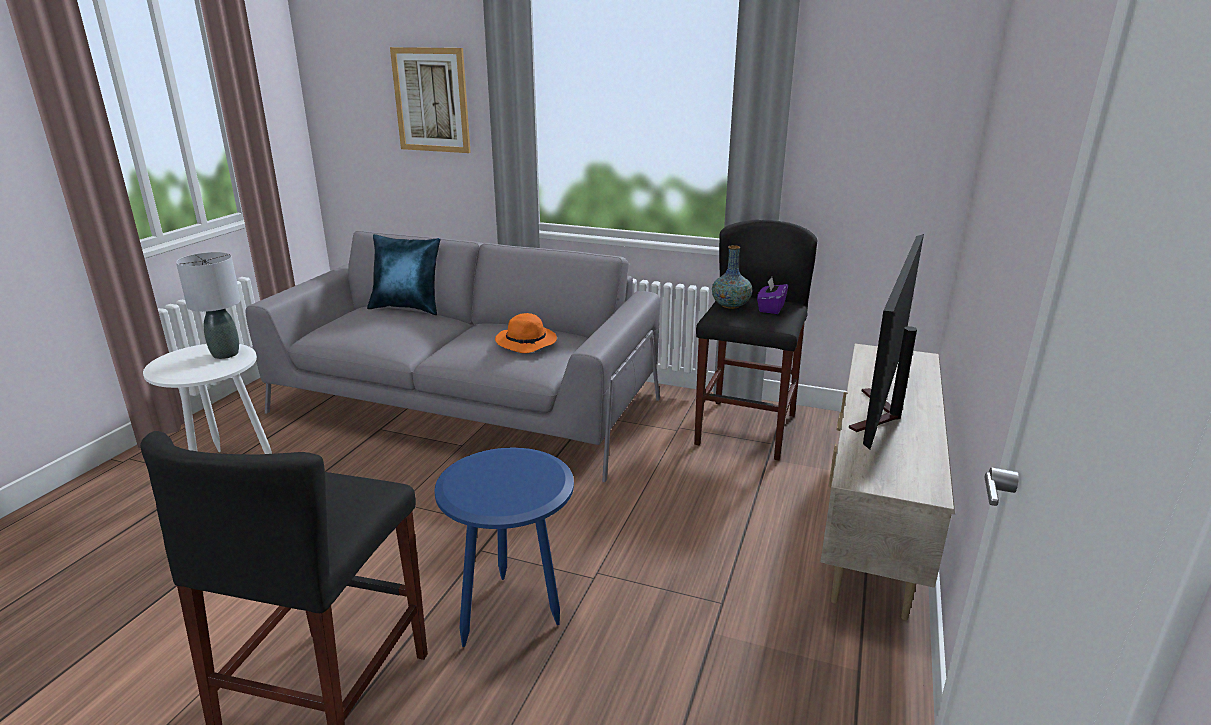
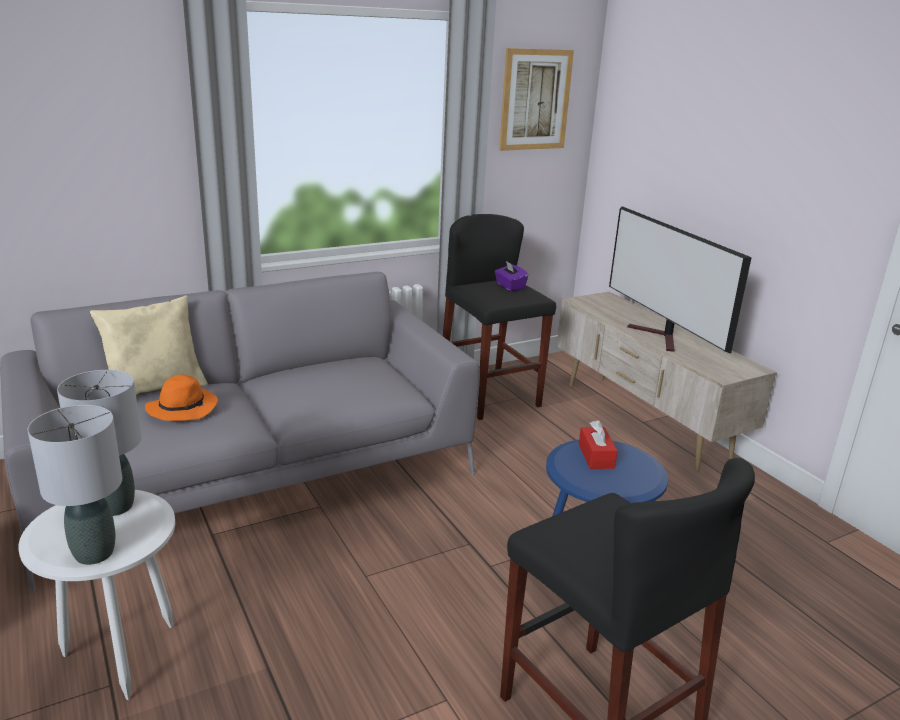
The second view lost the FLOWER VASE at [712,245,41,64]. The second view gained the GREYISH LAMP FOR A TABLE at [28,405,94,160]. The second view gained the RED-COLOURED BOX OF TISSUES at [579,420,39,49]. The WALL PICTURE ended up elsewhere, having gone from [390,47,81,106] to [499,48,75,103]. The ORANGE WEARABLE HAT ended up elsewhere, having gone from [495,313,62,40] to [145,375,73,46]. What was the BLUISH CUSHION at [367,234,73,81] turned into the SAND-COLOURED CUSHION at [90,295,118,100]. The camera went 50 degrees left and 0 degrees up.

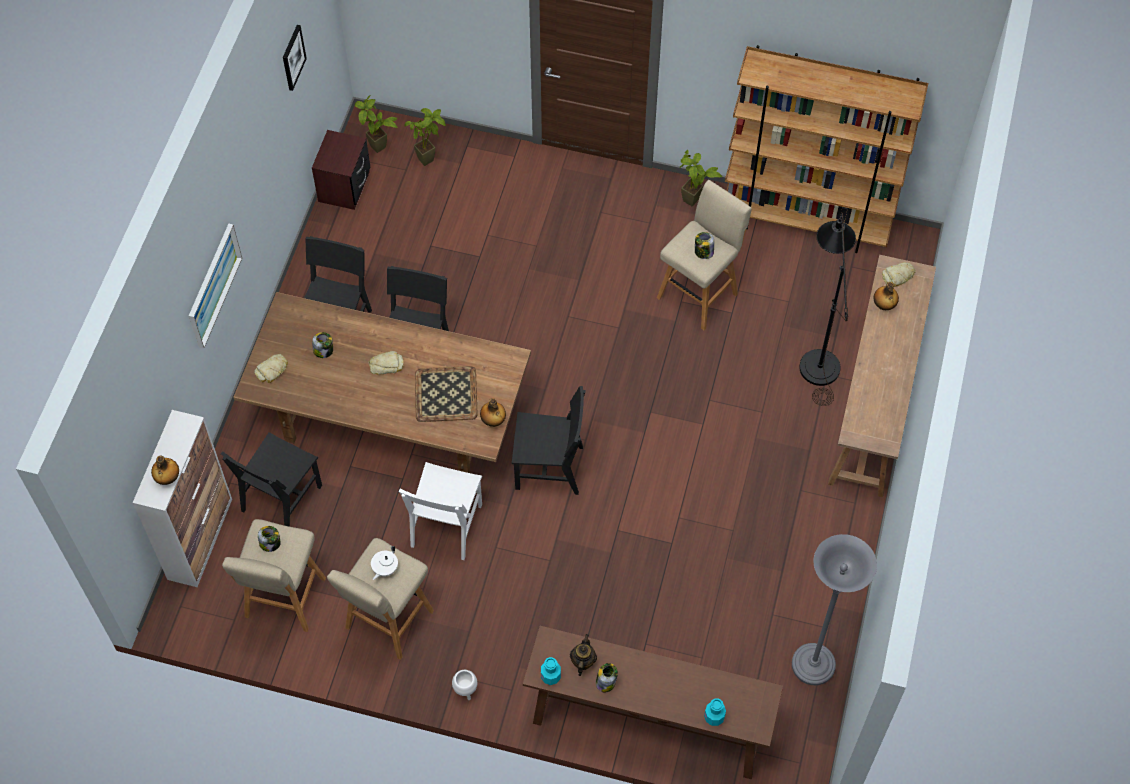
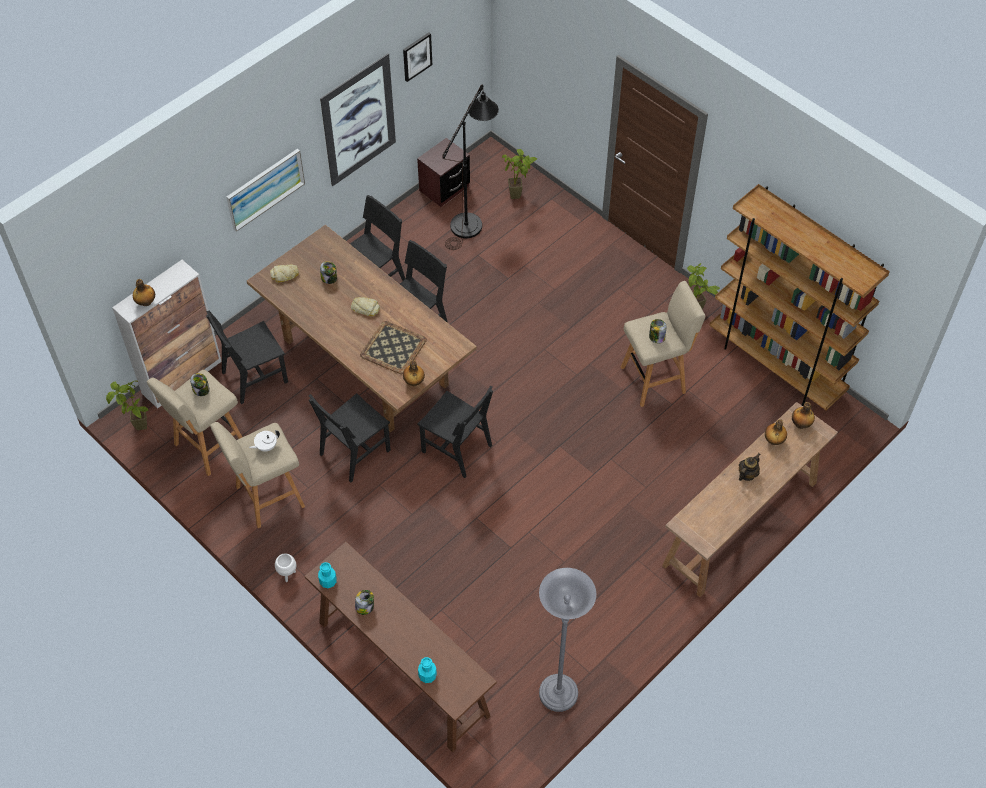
The second view gained the WALL PICTURE at [320,53,76,133]. The HOUSEPLANT ended up elsewhere, having gone from [355,96,43,57] to [106,381,42,49]. The TEA POT ended up elsewhere, having gone from [570,634,27,42] to [739,453,21,28]. The BLACK STANDING LAMP ended up elsewhere, having gone from [799,212,57,194] to [442,84,57,166]. Where the BAKED BREAD stood at [882,262,34,25], the BOTTLE came to stand at [792,402,23,27]. What was the WHITE-COLOURED UPRIGHT CHAIR at [399,462,83,98] turned into the BLACK UPRIGHT CHAIR at [309,393,82,90]. The camera went 30 degrees right and 5 degrees down.

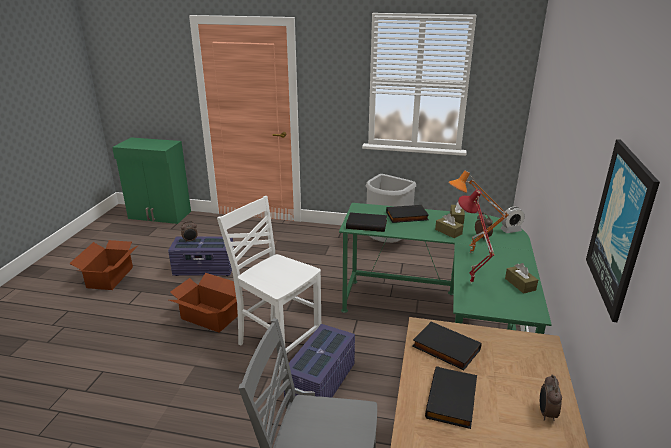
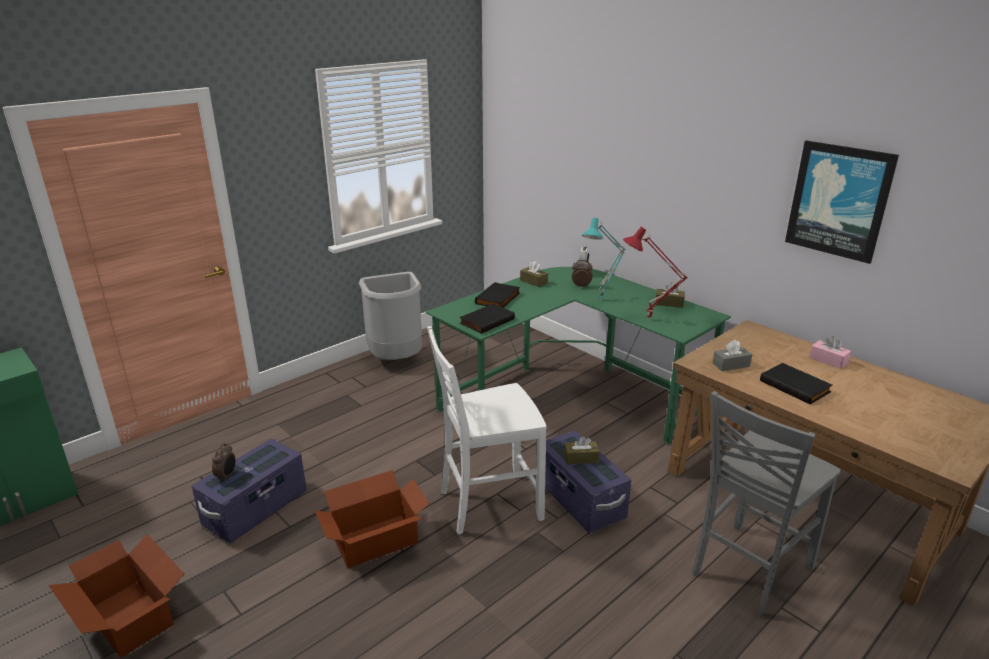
The BROWNISH BOX OF TISSUES ended up elsewhere, having gone from [435,213,28,25] to [564,436,36,28]. Where the BLACK BOOK stood at [412,322,69,48], the GREYISH BOX OF TISSUES came to stand at [713,340,39,31]. Where the BEDSIDE CLOCK stood at [540,375,22,46], the PINKISH BOX OF TISSUES came to stand at [809,336,42,33]. What was the ORANGE LAMP FOR A TABLE at [448,170,61,83] turned into the BLUE-GREEN LAMP FOR A TABLE at [582,218,44,83]. The camera went 55 degrees left and 0 degrees up.

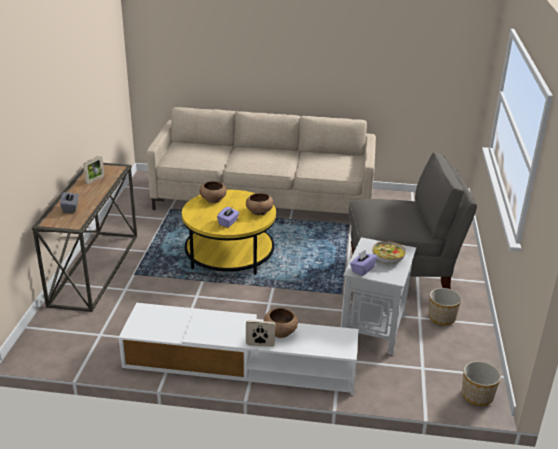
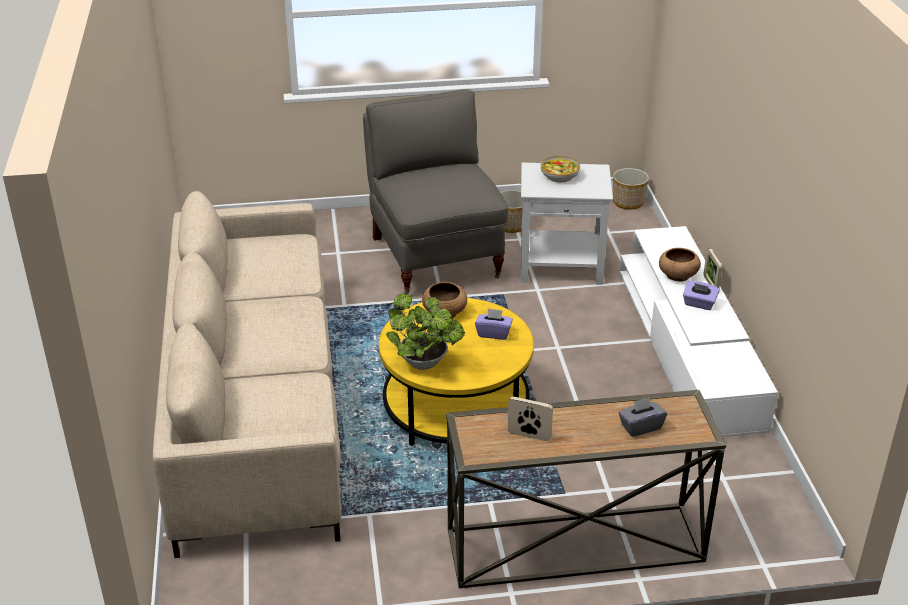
The PURPLE BOX OF TISSUES ended up elsewhere, having gone from [350,249,27,27] to [683,281,37,29]. Where the BROWNISH BOWL stood at [200,181,27,22], the HOUSEPLANT came to stand at [386,293,79,77]. The camera went 105 degrees left and 5 degrees up.

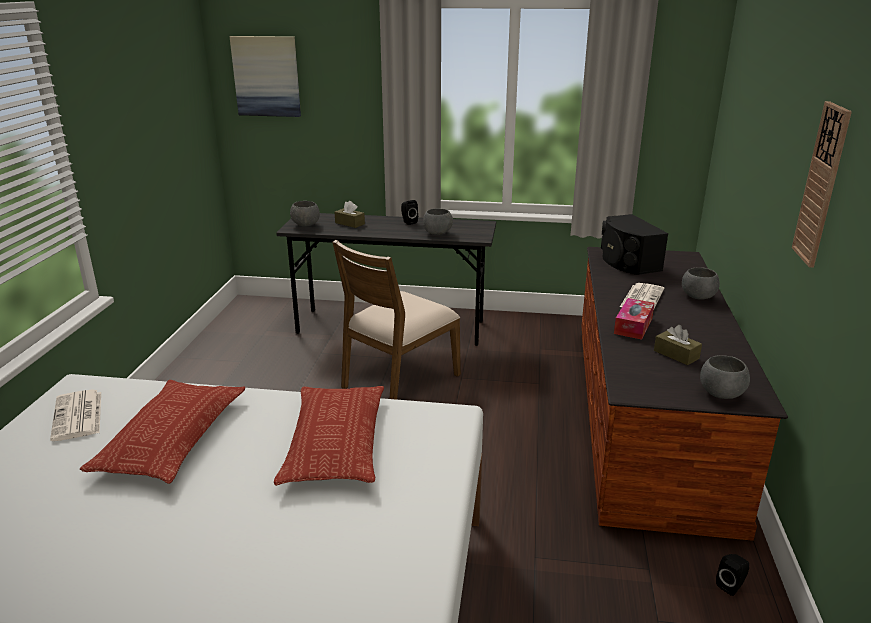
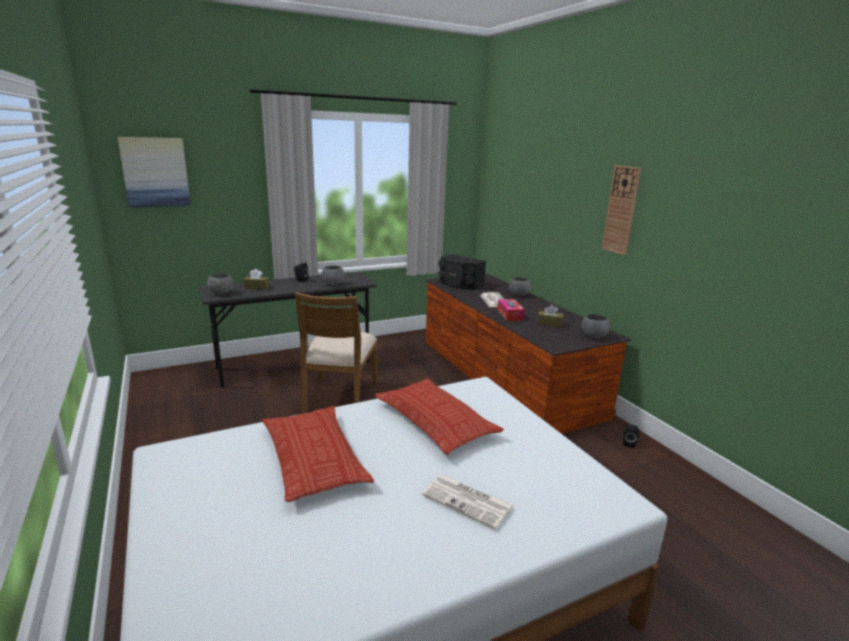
The PRINTED PAPER ended up elsewhere, having gone from [50,389,51,52] to [422,474,92,56]. The camera went 35 degrees left and 5 degrees down.

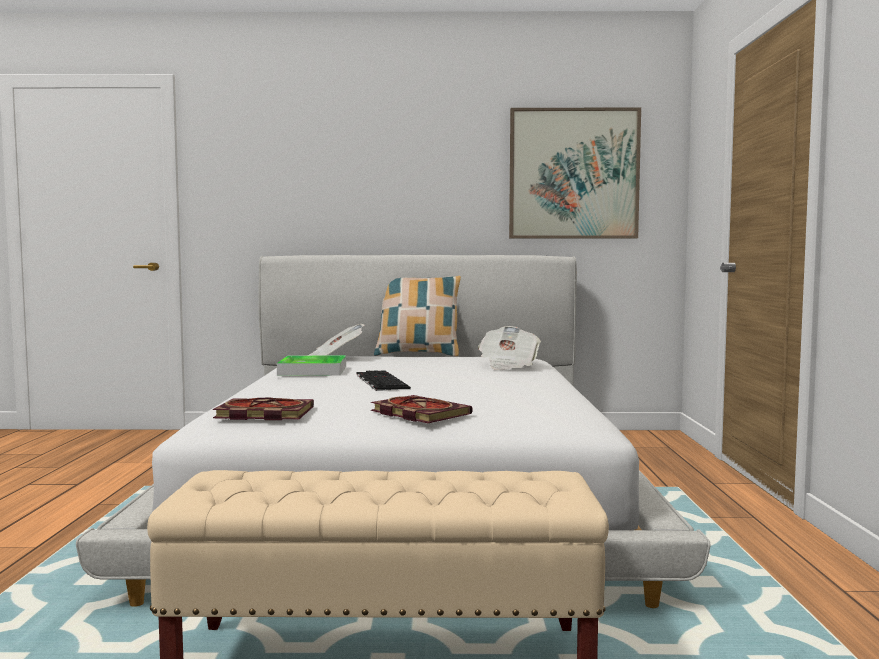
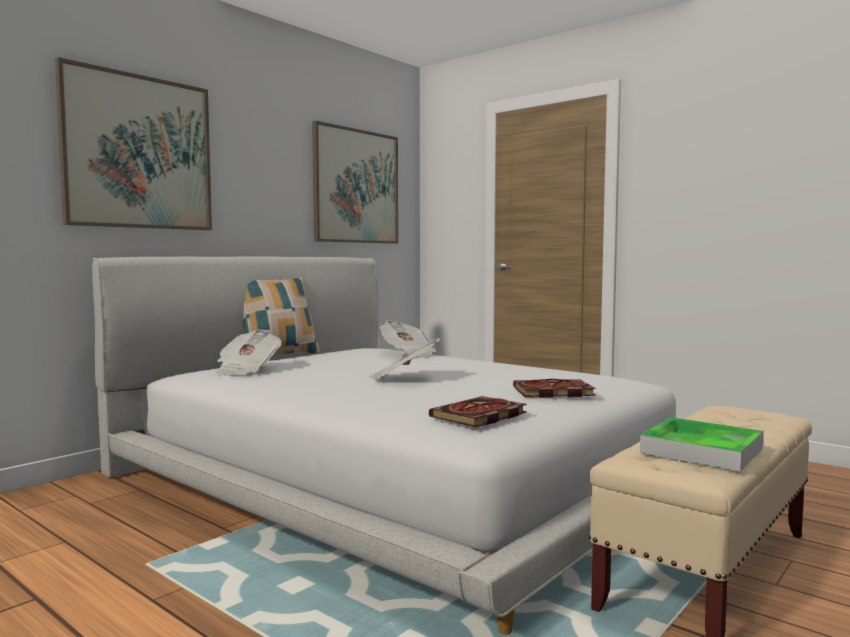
The second view gained the WALL PICTURE at [55,57,157,173]. The TRAY ended up elsewhere, having gone from [277,355,69,21] to [640,417,124,54]. Where the PC KEYBOARD stood at [357,370,54,21], the PRINTED PAPER came to stand at [369,338,72,41]. The camera went 50 degrees left and 0 degrees up.

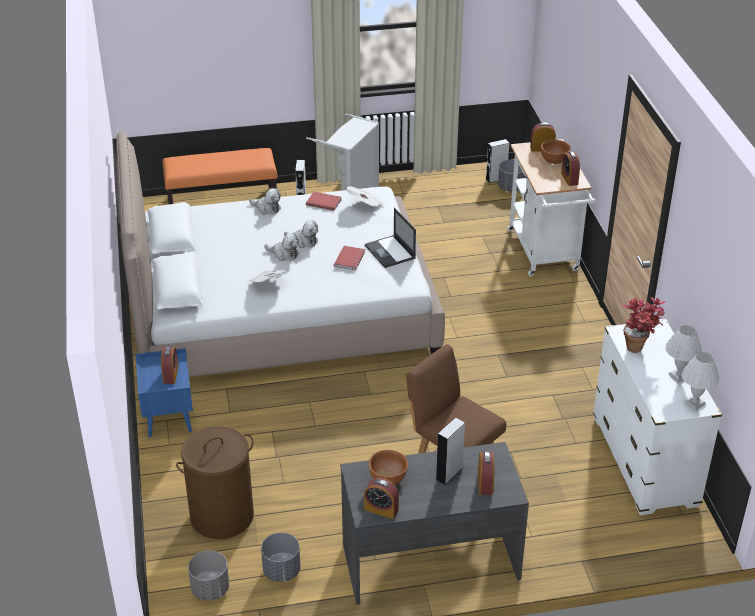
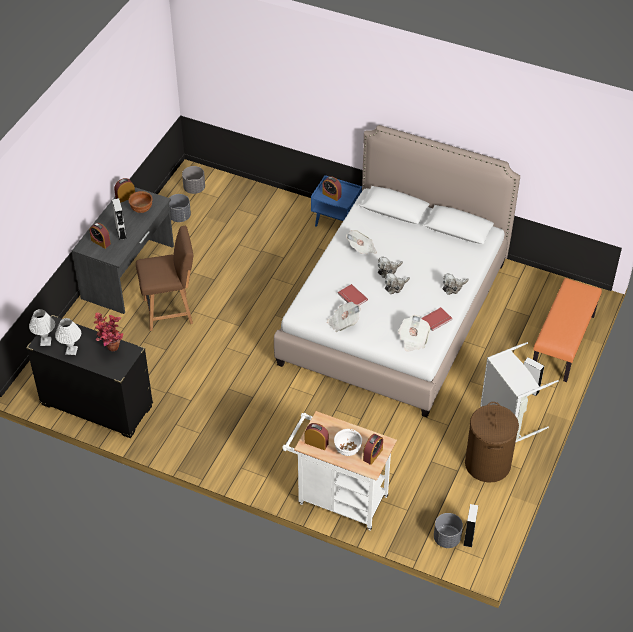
The BROWNISH HAMPER ended up elsewhere, having gone from [176,426,78,113] to [465,402,54,81]. Where the LAPTOP stood at [365,208,51,60], the PRINTED PAPER came to stand at [327,302,34,30]. What was the BROWNISH BOWL at [541,139,30,25] turned into the WHITE-COLOURED BOWL at [334,429,28,27]. What was the WHITE-COLOURED DRESSER at [593,319,129,196] turned into the BLACK DRESSER at [26,315,127,123]. The camera went 125 degrees right and 10 degrees up.

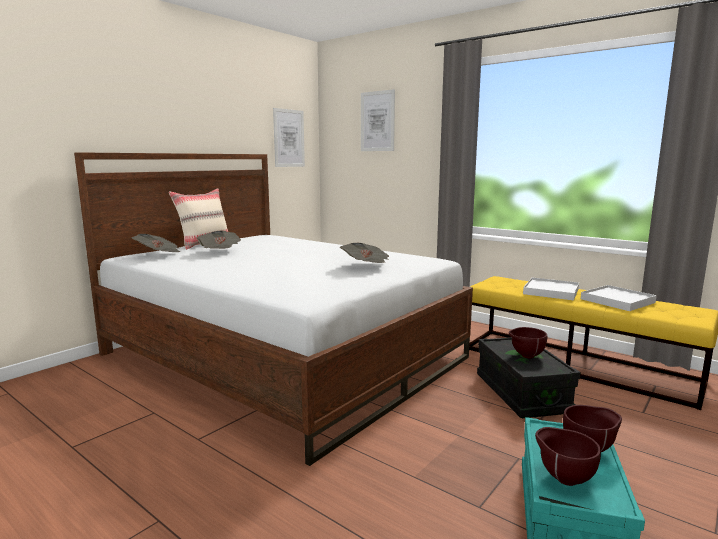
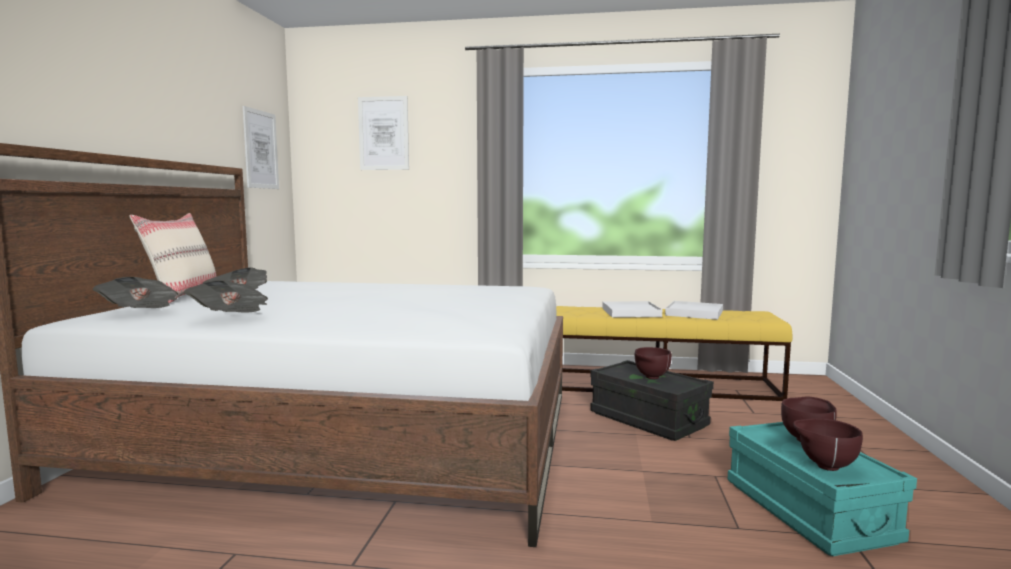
The PRINTED PAPER ended up elsewhere, having gone from [340,243,49,20] to [184,280,84,33]. The camera went 30 degrees left and 5 degrees down.

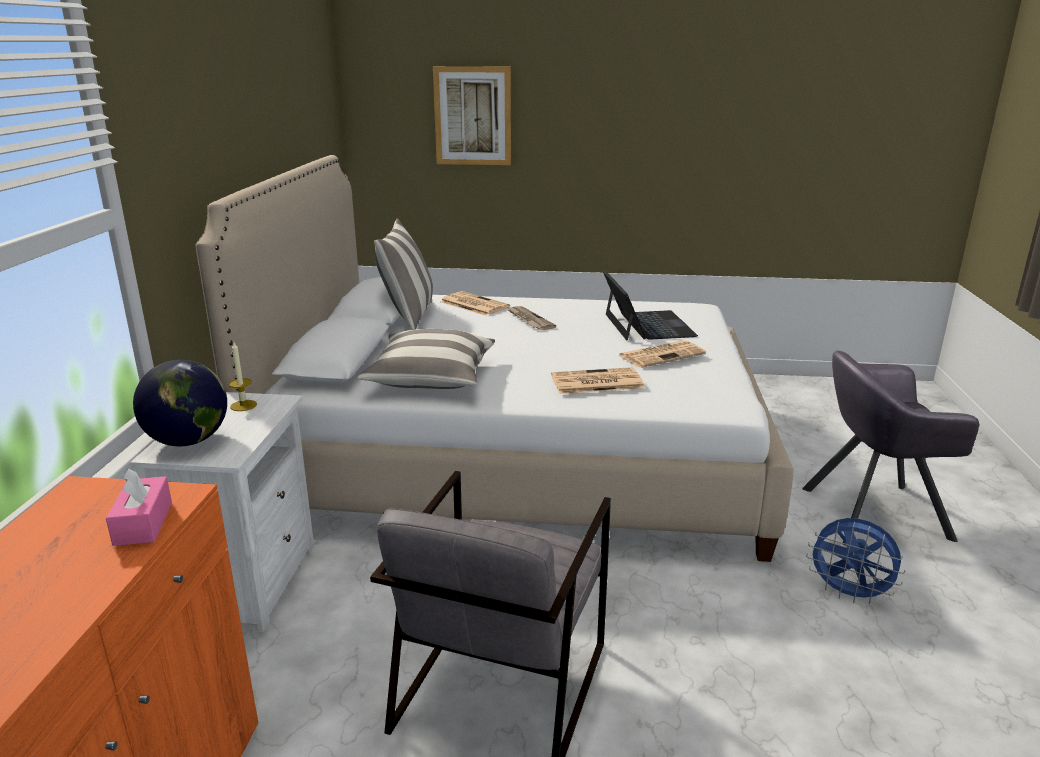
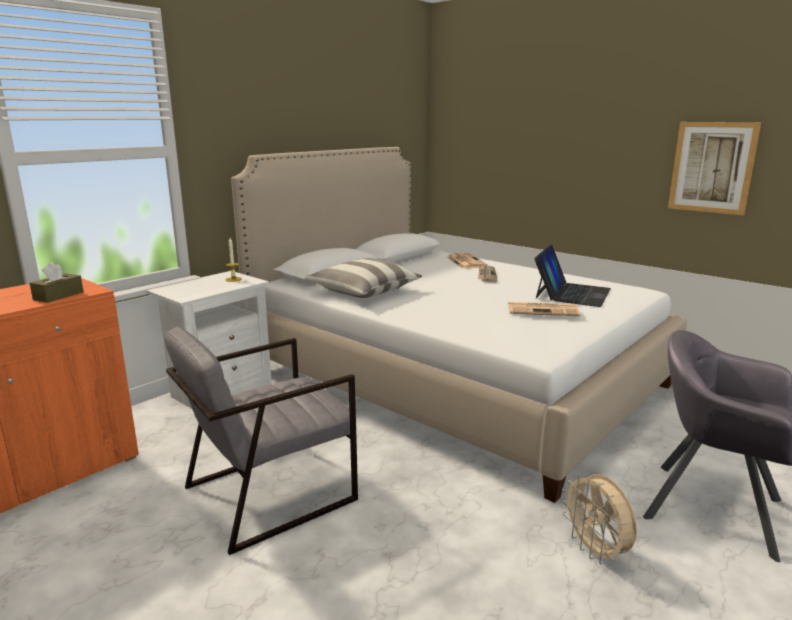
The second view lost the WORLD GLOBE at [133,360,94,86]. The second view lost the CUSHION at [374,218,59,112]. The second view lost the PRINTED PAPER at [551,367,94,27]. The WALL PICTURE ended up elsewhere, having gone from [433,66,78,99] to [668,122,93,93]. What was the PINKISH BOX OF TISSUES at [106,468,66,78] turned into the BROWNISH BOX OF TISSUES at [30,262,54,41]. What was the BLUISH ELECTRIC FAN at [806,518,99,86] turned into the SAND-COLOURED ELECTRIC FAN at [561,472,76,92]. The camera went 35 degrees right and 5 degrees down.

